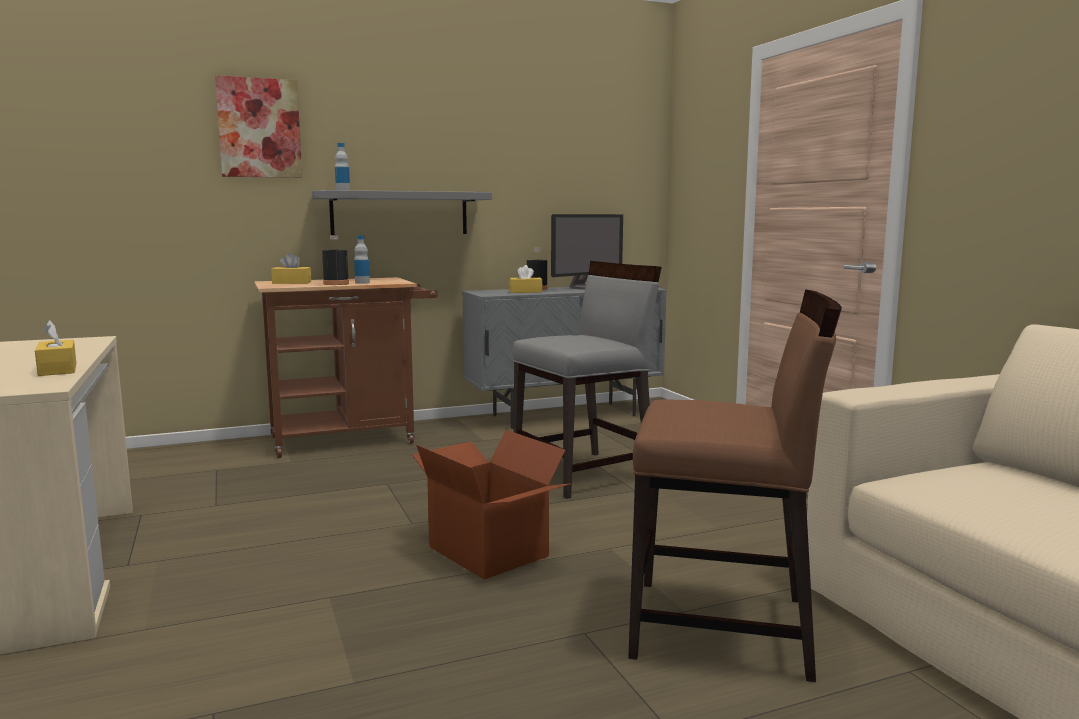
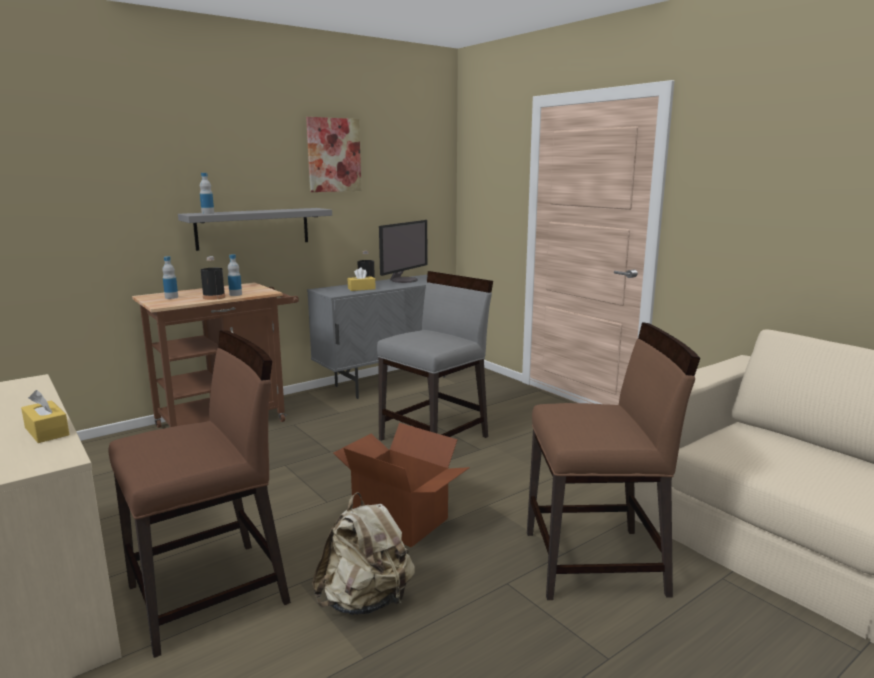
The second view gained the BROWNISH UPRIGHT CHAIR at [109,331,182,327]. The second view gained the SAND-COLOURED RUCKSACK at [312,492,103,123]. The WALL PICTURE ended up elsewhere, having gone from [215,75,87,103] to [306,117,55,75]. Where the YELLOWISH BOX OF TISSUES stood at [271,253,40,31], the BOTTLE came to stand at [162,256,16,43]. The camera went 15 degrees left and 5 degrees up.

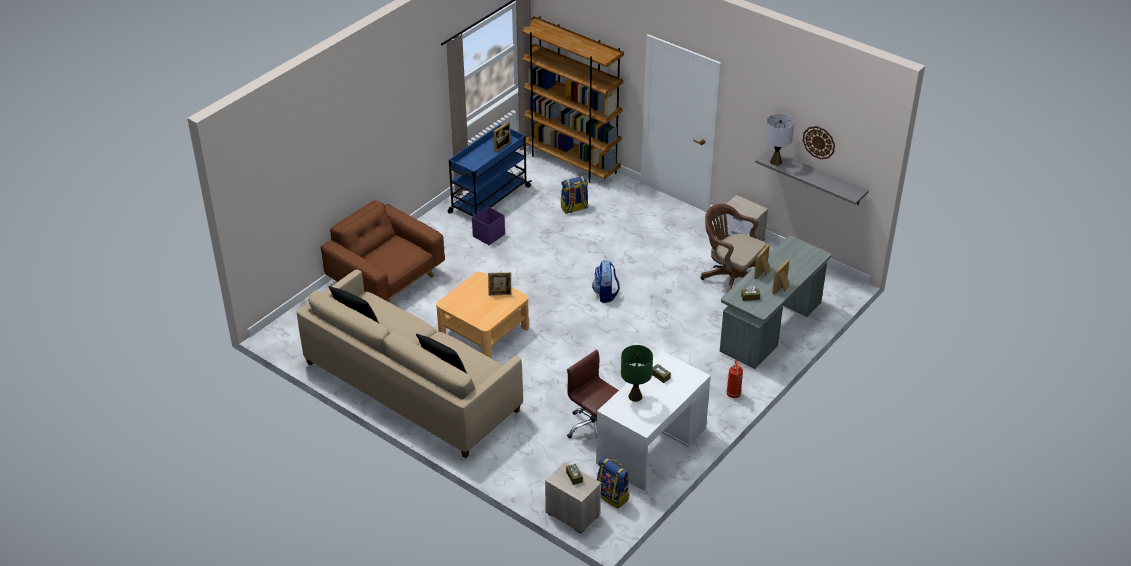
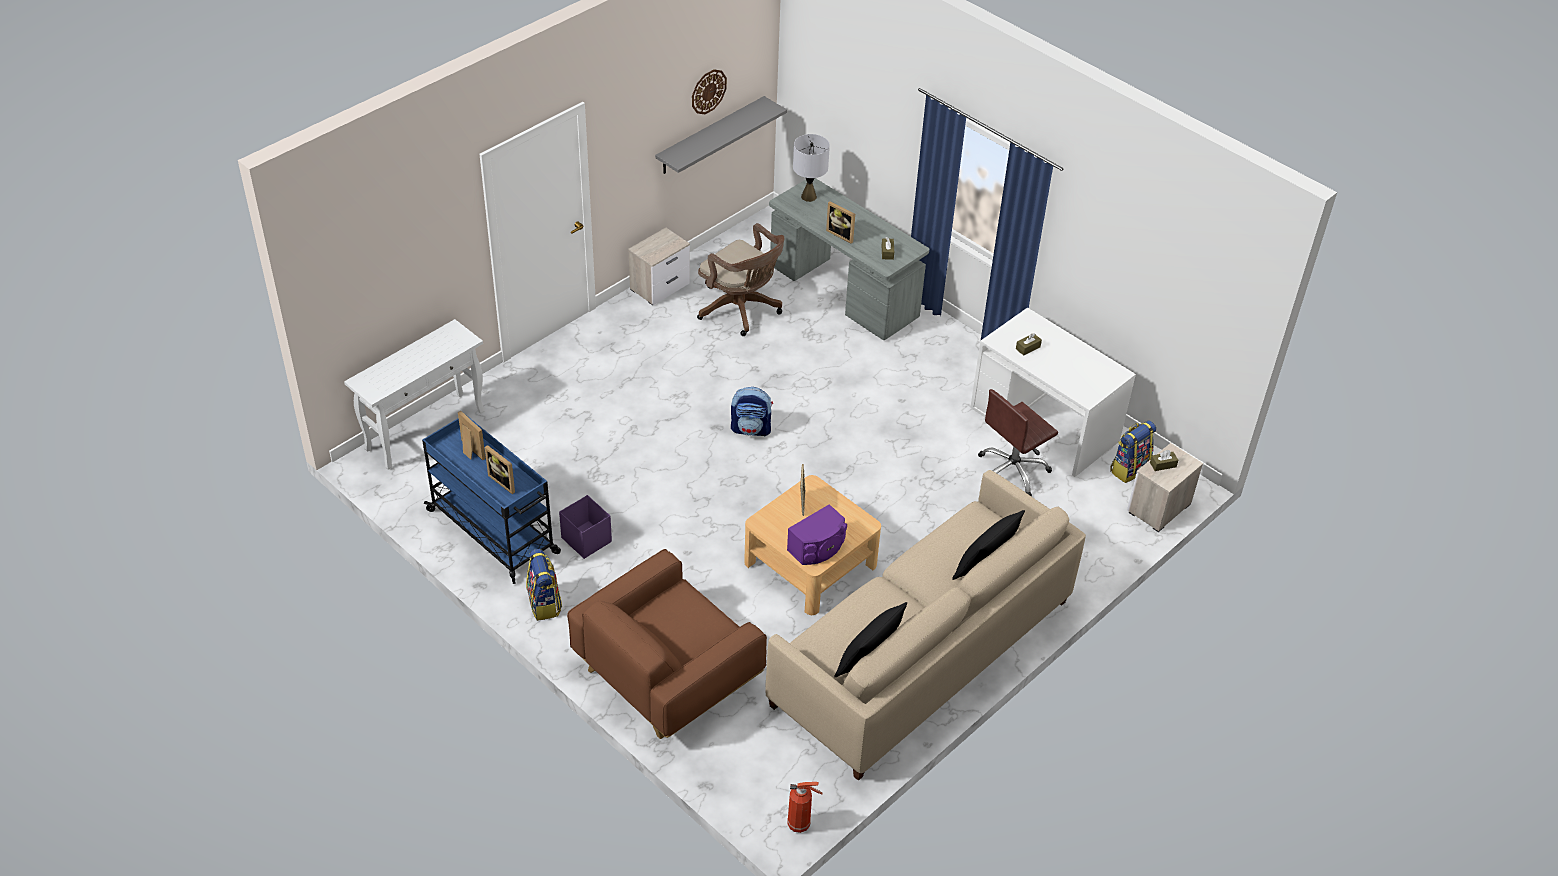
The second view lost the GREEN LAMP FOR A TABLE at [621,345,32,57]. The second view gained the PURPLE AUDIO SPEAKER at [787,504,60,61]. The RUCKSACK ended up elsewhere, having gone from [561,175,27,39] to [526,549,36,72]. The EXTINGUISHER ended up elsewhere, having gone from [727,359,16,39] to [787,782,36,51]. The GREYISH LAMP FOR A TABLE ended up elsewhere, having gone from [765,114,29,52] to [793,134,37,68]. The PHOTO FRAME ended up elsewhere, having gone from [772,259,18,36] to [485,445,30,49]. Where the BROWNISH BOOKSHELF stood at [521,16,103,167], the WHITE-COLOURED HALL TABLE came to stand at [344,319,141,150]. The BROWNISH DESK CHAIR at [701,204,65,88] ended up facing another way, 90 degrees counterclockwise from before. The camera went 85 degrees left and 5 degrees up.

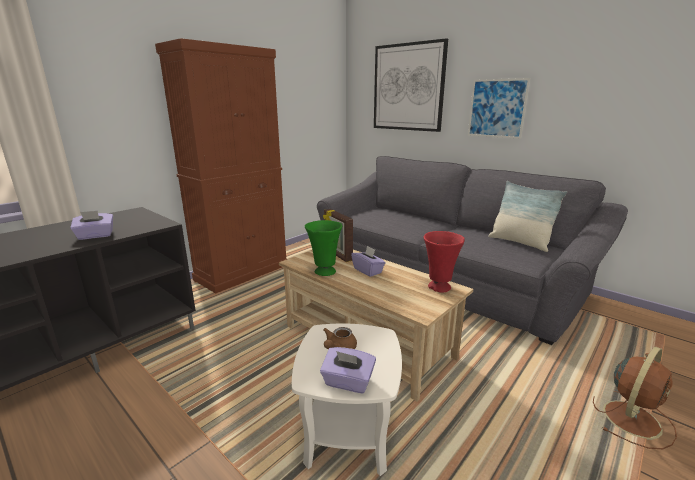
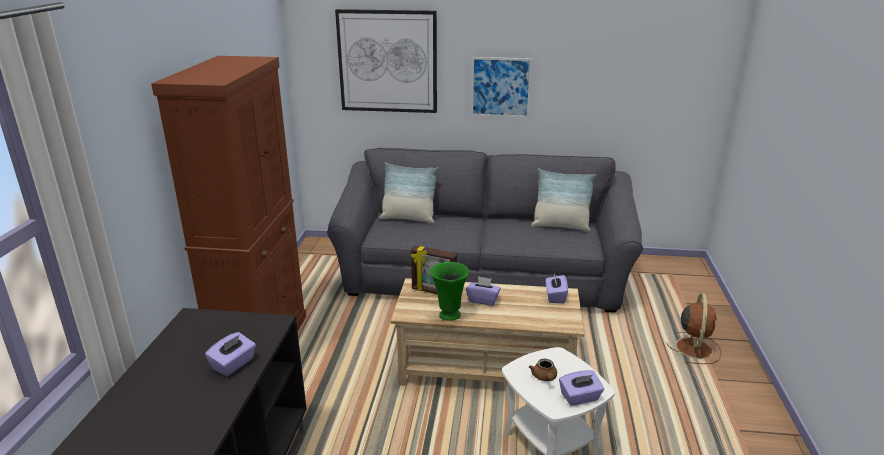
The second view gained the CUSHION at [379,162,59,61]. Where the RED-COLOURED FLOWER VASE stood at [424,231,41,62], the PURPLE BOX OF TISSUES came to stand at [546,274,22,29]. The camera went 35 degrees left and 5 degrees up.

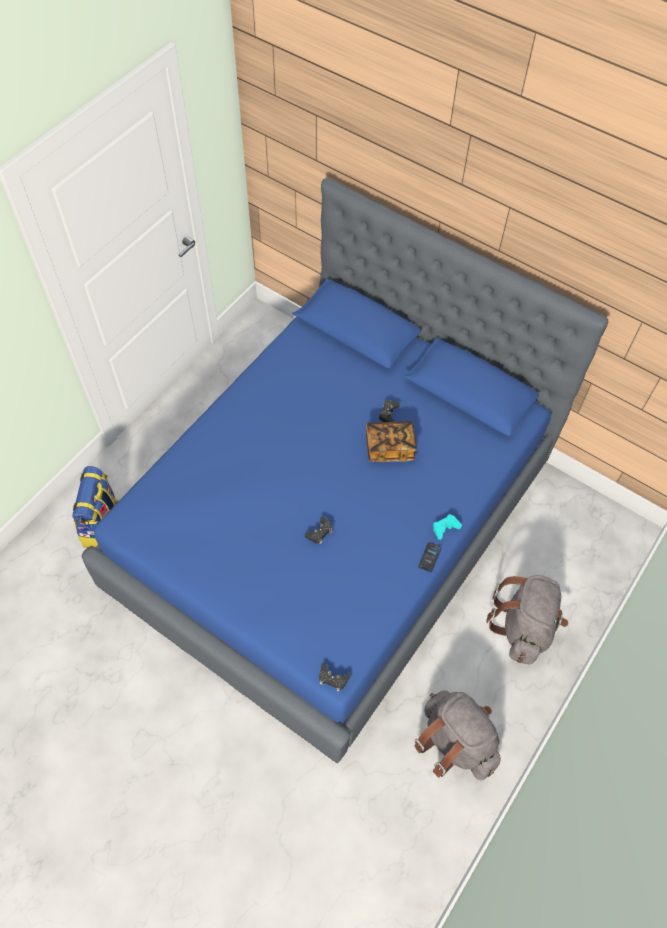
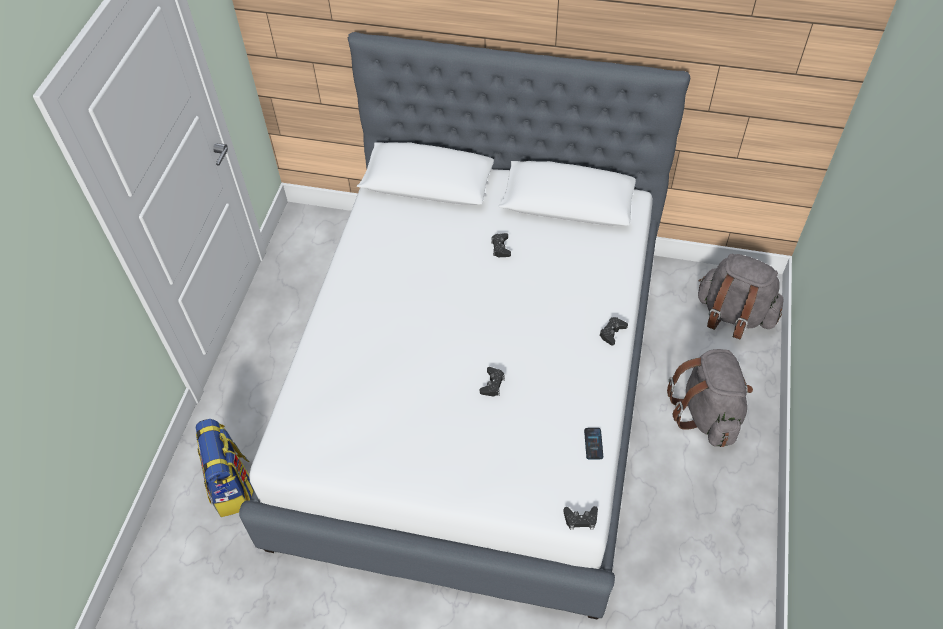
The second view lost the BOOK at [366,421,51,41]. The GREYISH RUCKSACK ended up elsewhere, having gone from [414,690,87,90] to [698,254,85,85]. The PHONE ended up elsewhere, having gone from [418,542,23,30] to [584,428,19,31]. What was the BLUISH BED at [81,178,527,585] turned into the WHITE-COLOURED BED at [239,32,451,587]. What was the BLUE-GREEN GAMEPAD at [433,514,29,26] turned into the BLACK GAMEPAD at [599,317,29,29]. The camera went 20 degrees left and 5 degrees down.

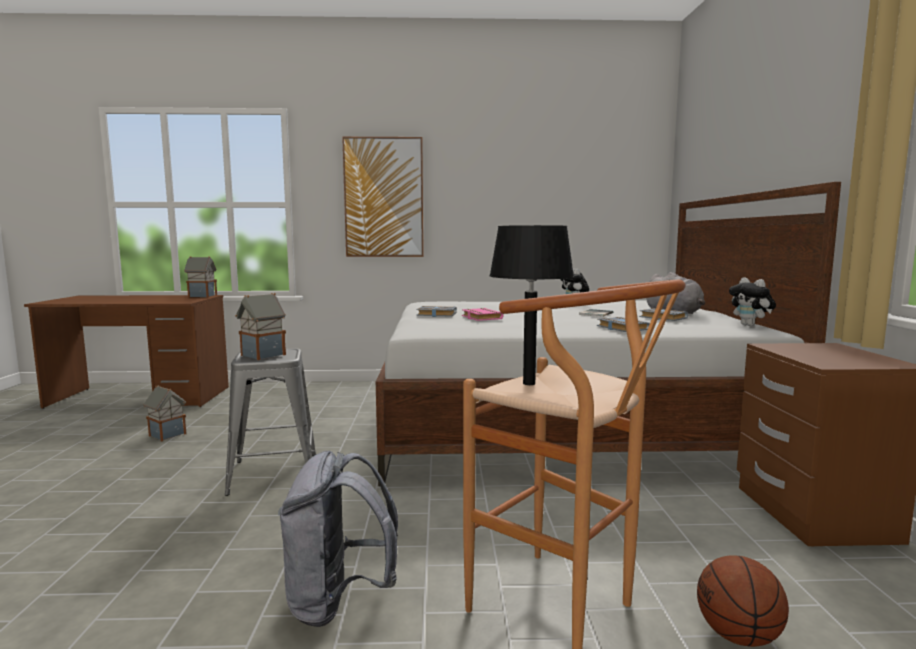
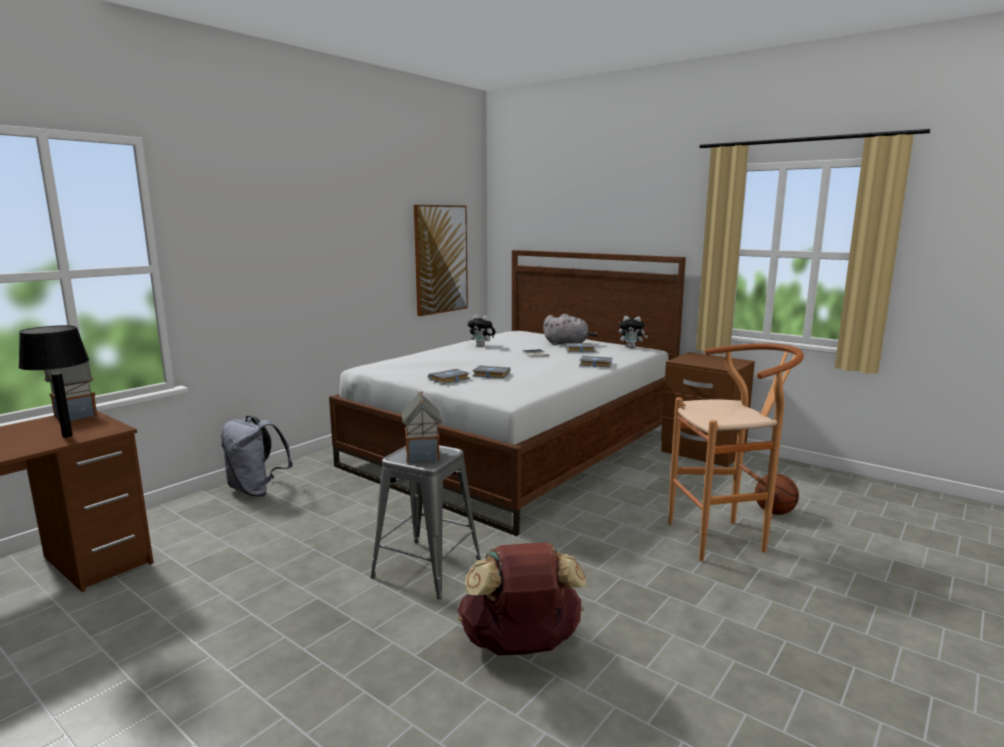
The second view lost the MINIATURE HOUSE at [143,385,44,56]. The second view gained the BROWNISH RUCKSACK at [457,542,130,113]. The GREYISH RUCKSACK ended up elsewhere, having gone from [278,451,120,176] to [221,416,72,81]. The WALL PICTURE ended up elsewhere, having gone from [342,137,82,120] to [414,205,54,111]. The BLACK LAMP FOR A TABLE ended up elsewhere, having gone from [489,225,85,160] to [18,325,71,113]. What was the PINKISH BOOK at [462,308,41,13] turned into the GREYISH BOOK at [472,365,38,13]. The camera went 50 degrees left and 5 degrees up.

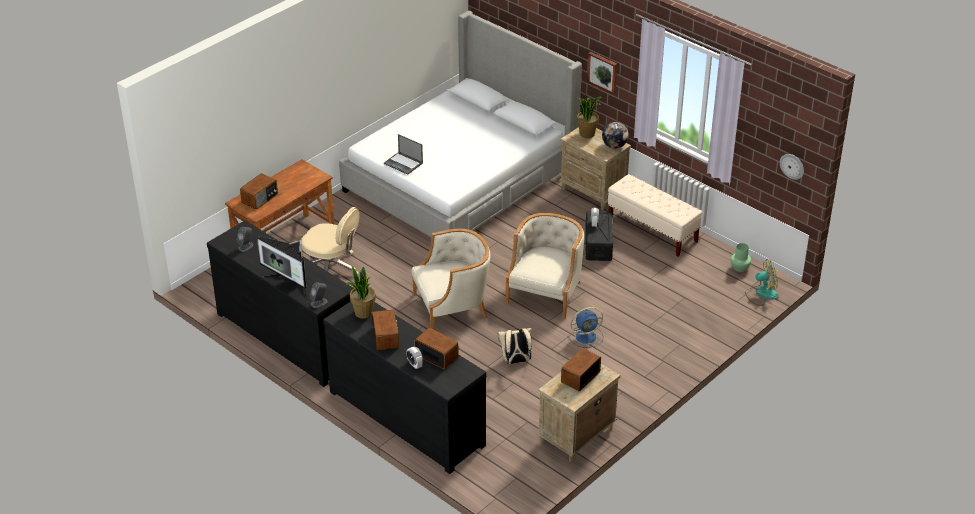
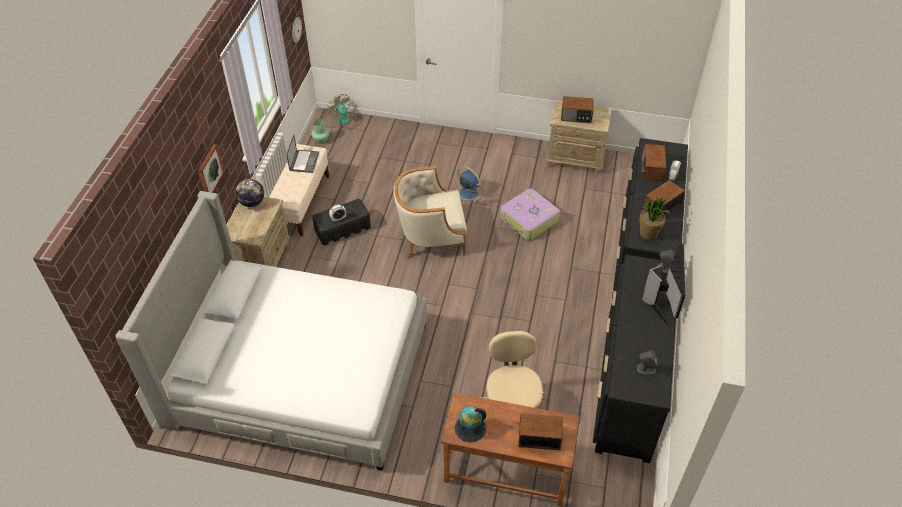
The second view lost the SAND-COLOURED EASY CHAIR at [412,229,79,101]. The second view lost the HOUSEPLANT at [577,97,25,41]. The second view gained the WORLD GLOBE at [455,406,31,36]. The LAPTOP ended up elsewhere, having gone from [384,134,39,41] to [286,134,33,39]. Where the SAND-COLOURED RUCKSACK stood at [497,328,35,36], the PIECE OF LUGGAGE came to stand at [500,188,60,52]. The camera went 120 degrees left and 10 degrees up.

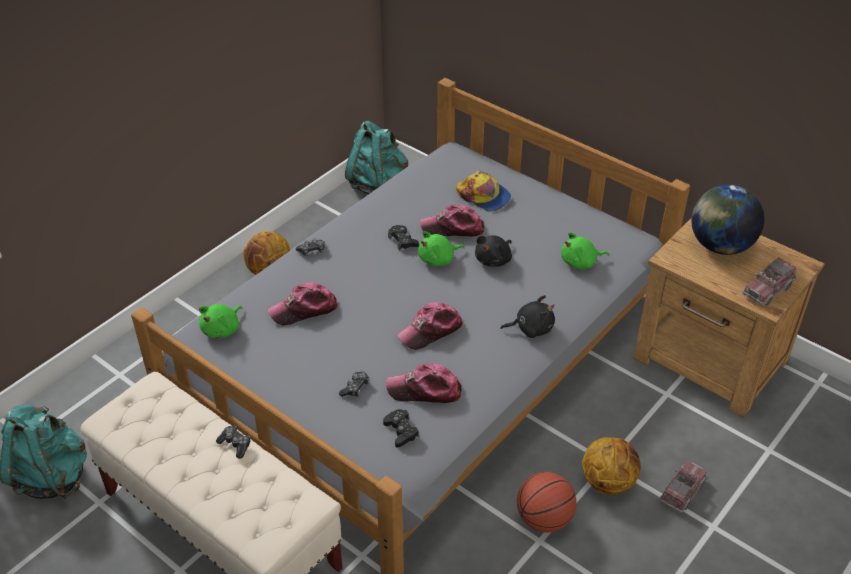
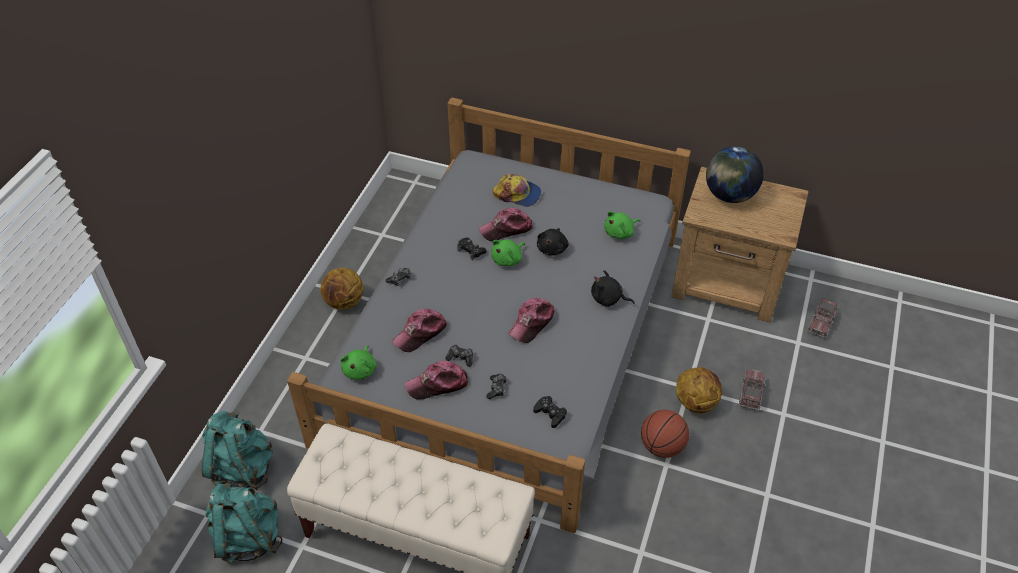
The GAMEPAD ended up elsewhere, having gone from [216,426,35,33] to [445,344,28,23]. The BLUE-GREEN RUCKSACK ended up elsewhere, having gone from [345,121,63,74] to [202,411,71,80]. The BASEBALL CAP ended up elsewhere, having gone from [386,363,76,40] to [405,361,63,39]. The TOY TRUCK ended up elsewhere, having gone from [742,257,55,49] to [807,298,31,41]. The BLACK SOFT TOY at [500,295,55,43] ended up facing another way, 135 degrees counterclockwise from before. The camera went 20 degrees left and 5 degrees up.

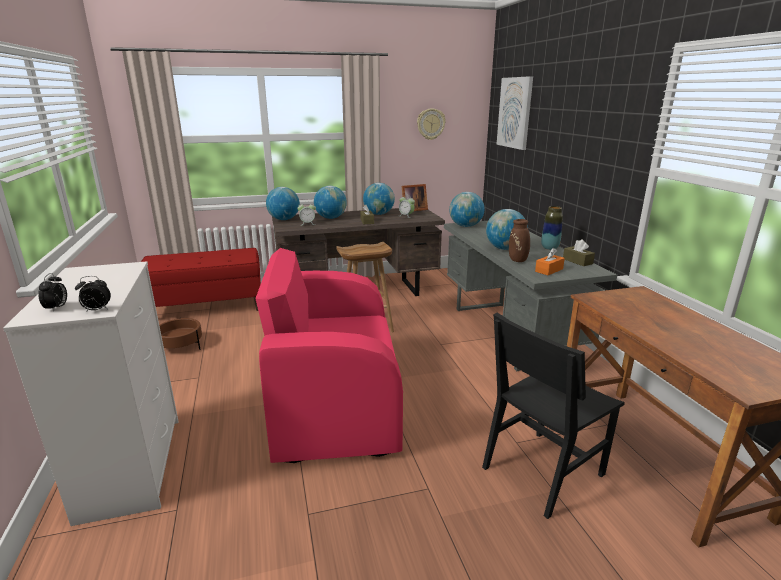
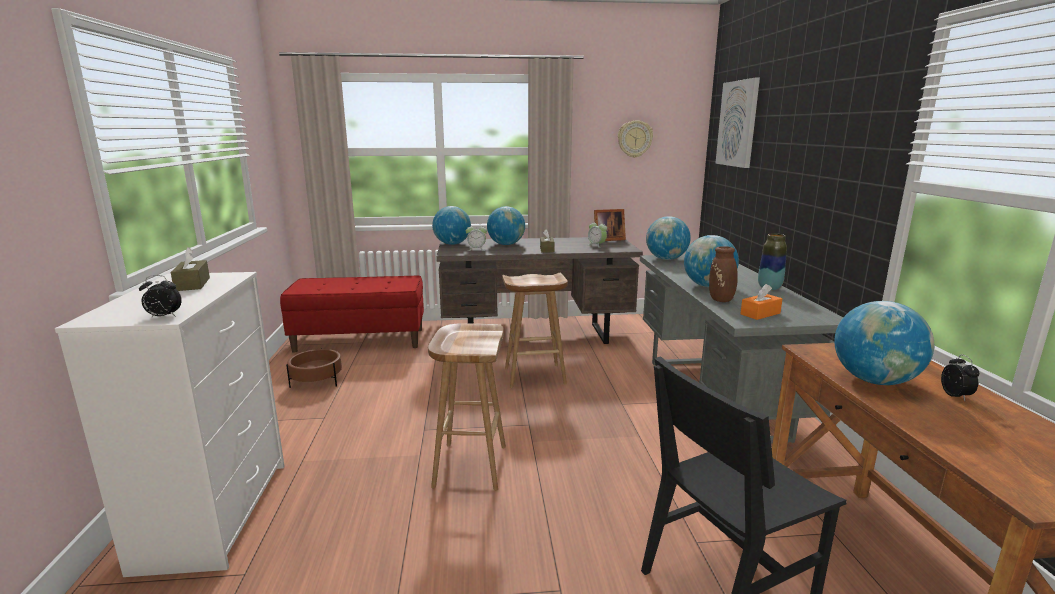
The BEDSIDE CLOCK ended up elsewhere, having gone from [38,273,29,39] to [941,354,38,47]. The WORLD GLOBE ended up elsewhere, having gone from [363,183,32,32] to [834,301,100,84]. The BROWNISH BOX OF TISSUES ended up elsewhere, having gone from [563,239,32,27] to [171,247,39,44]. Where the PINKISH EASY CHAIR stood at [255,248,148,215], the BROWNISH STOOL came to stand at [428,323,78,168]. The camera went 10 degrees right and 5 degrees down.

